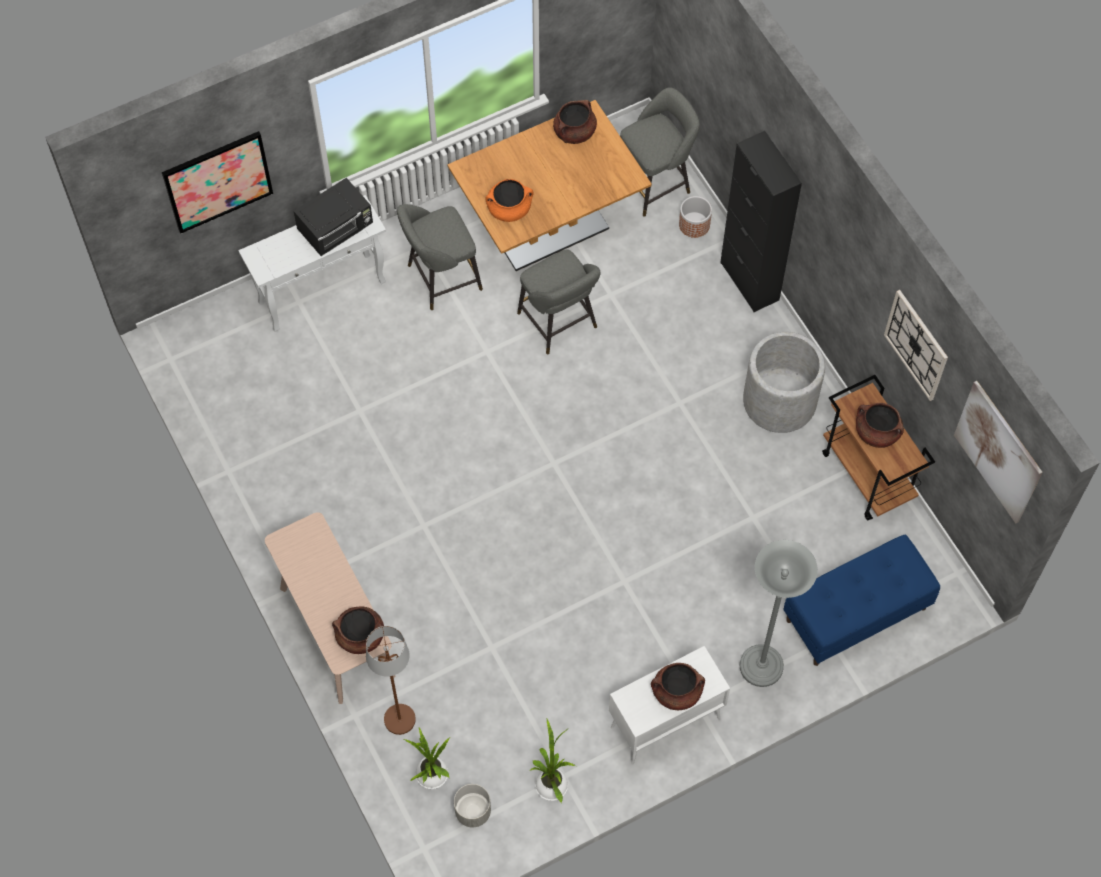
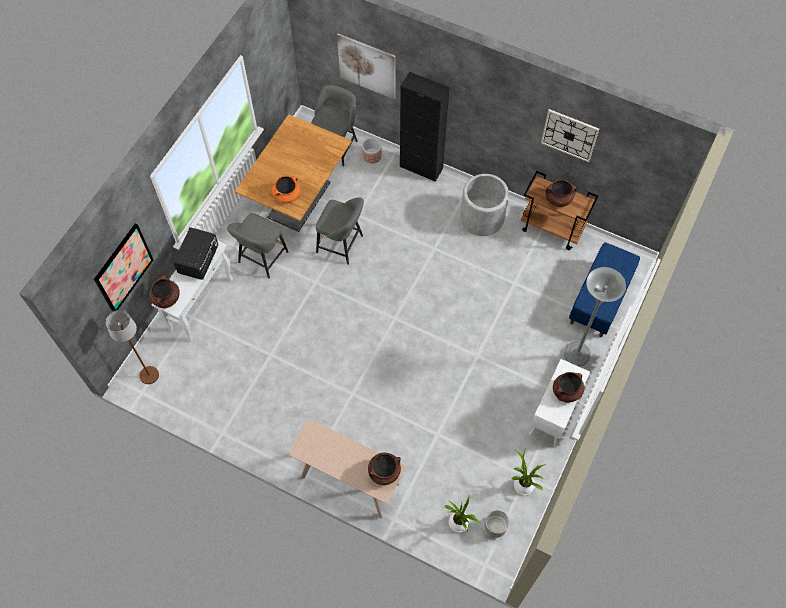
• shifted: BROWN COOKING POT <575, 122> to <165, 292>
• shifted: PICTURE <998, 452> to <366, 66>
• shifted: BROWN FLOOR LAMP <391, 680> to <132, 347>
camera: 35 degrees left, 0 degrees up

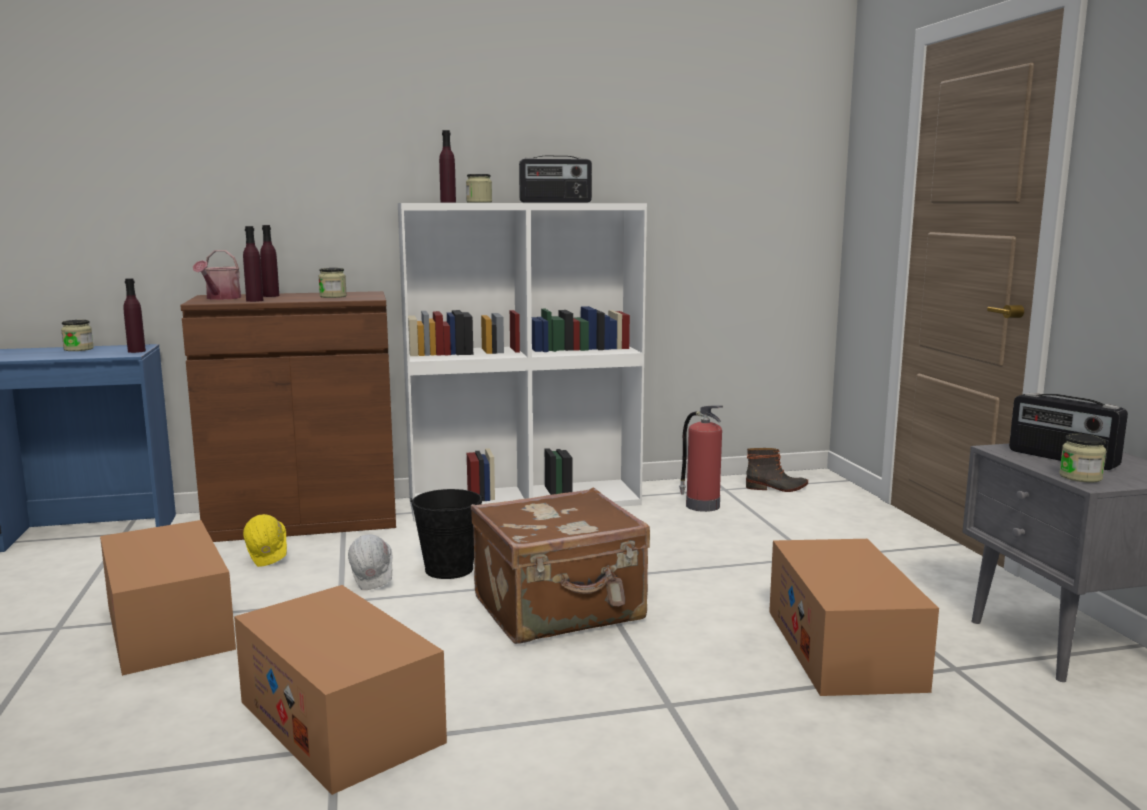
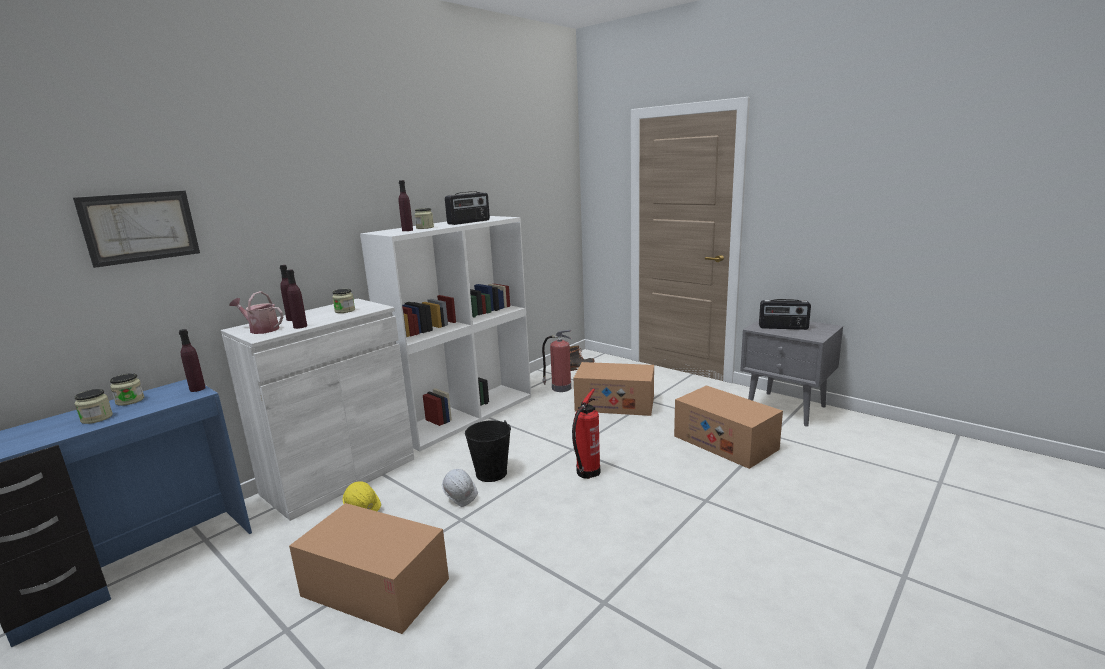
• rotated: WATERING CAN <217, 275> = <256, 312> 135 degrees clockwise
• repainted: BROWN CABINET <288, 416> to WHITE CABINET <317, 410>
• shifted: JAR <1083, 458> to <94, 406>
• swapped: BROWN SUITCASE <560, 566> to FIRE EXTINGUISHER <586, 434>
• shifted: CARDBOARD BOX <340, 690> to <614, 389>
• new: PICTURE <136, 229>
camera: 35 degrees left, 5 degrees up

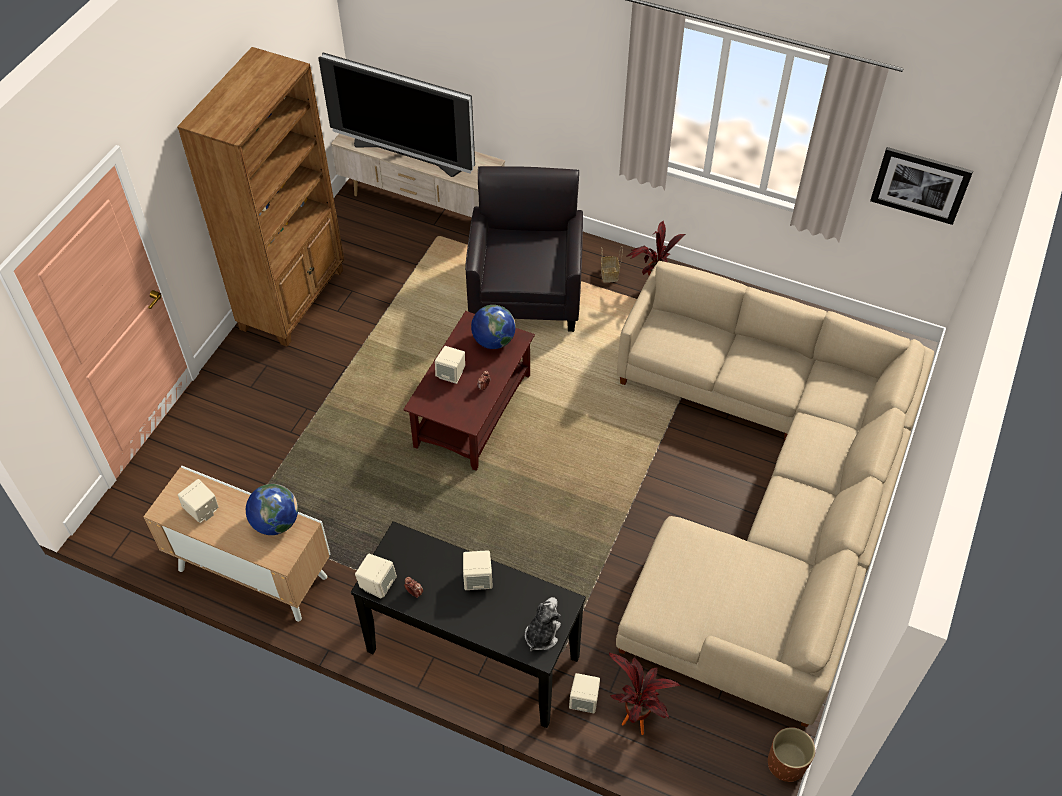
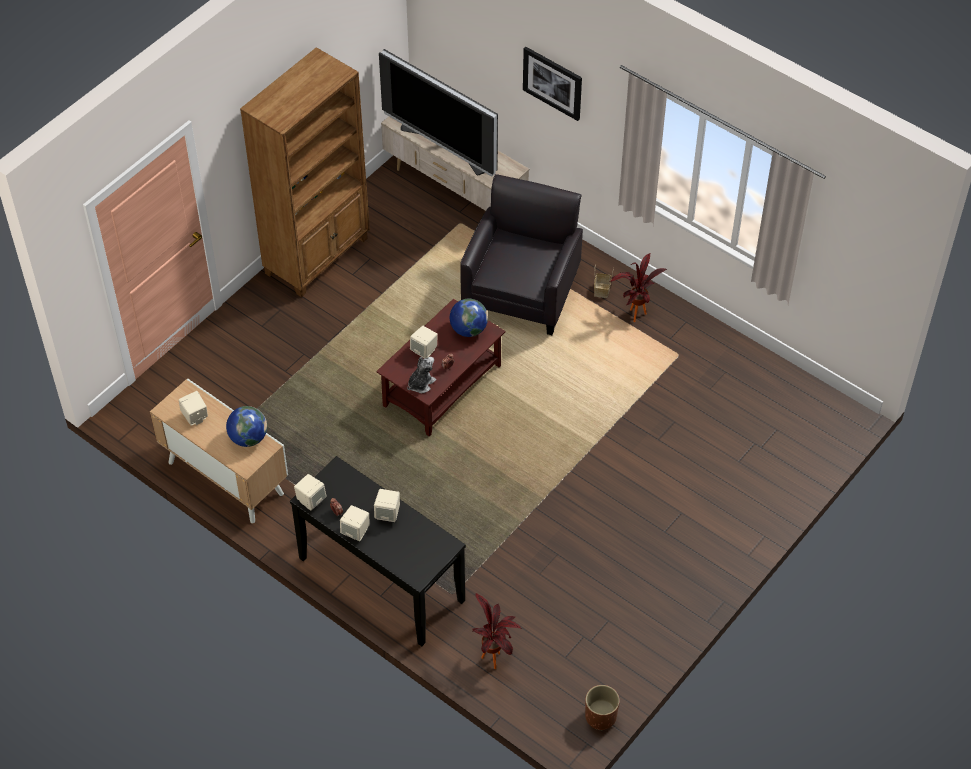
• shifted: PICTURE <921, 186> to <552, 83>
• gone: BEIGE SOFA <775, 494>
• shifted: PLUSH TOY <543, 624> to <421, 375>
• shifted: BEIGE SPEAKER <584, 693> to <354, 523>
camera: 15 degrees right, 0 degrees up

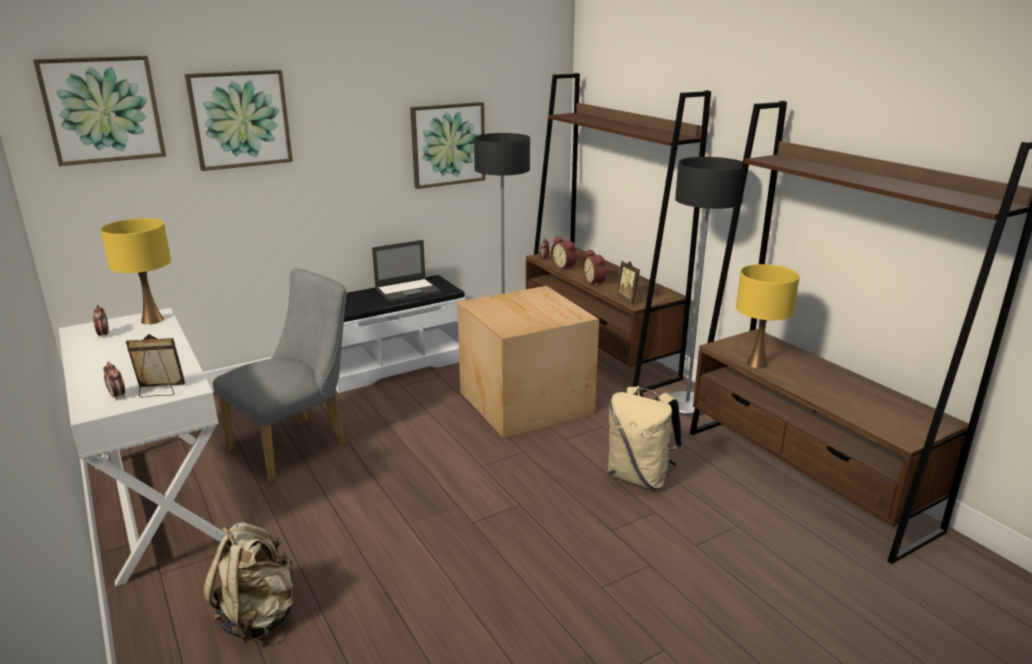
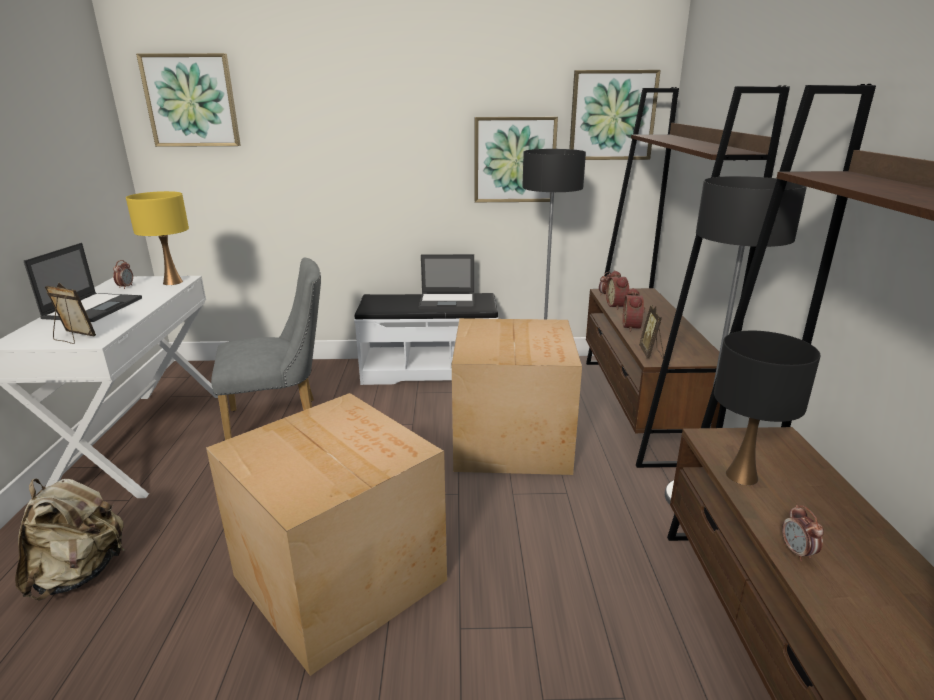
• shifted: PICTURE <239, 120> to <615, 115>
• repainted: YELLOW TABLE LAMP <768, 316> to BLACK TABLE LAMP <767, 407>
• shifted: ALARM CLOCK <114, 381> to <803, 533>
• gone: BEIGE BACKPACK <645, 438>
• new: LAPTOP <83, 282>
• new: CARDBOARD BOX <326, 534>
camera: 30 degrees right, 0 degrees up

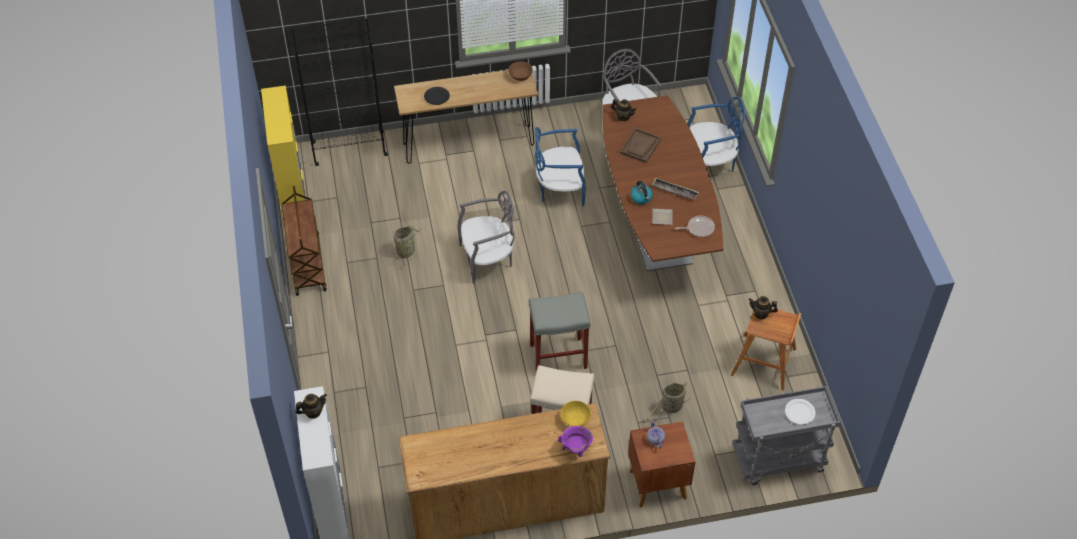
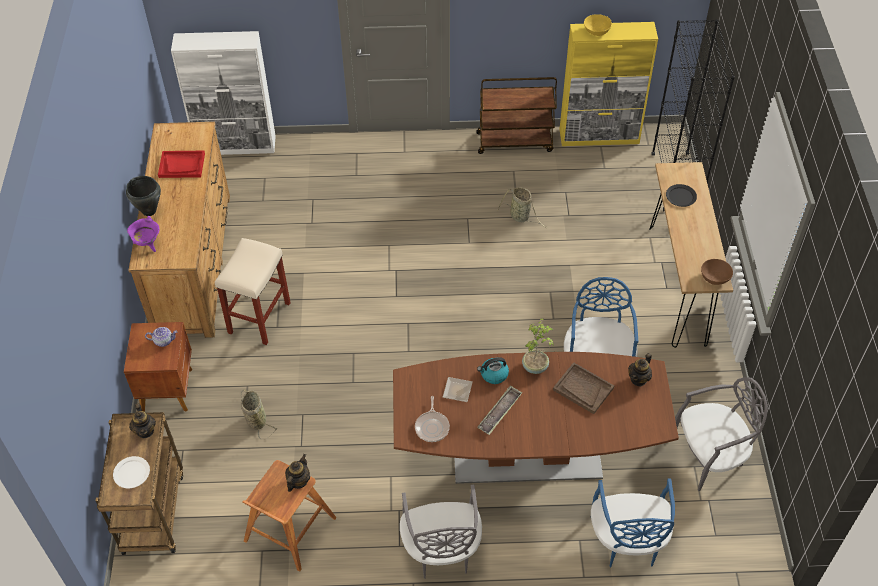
• shifted: GREY CHAIR <486, 237> to <441, 532>
• gone: GREY STOOL <559, 331>
• repainted: GREY CART <786, 435> to BROWN CART <139, 483>
• shifted: TEAPOT <311, 406> to <142, 420>
• shifted: YELLOW BOWL <576, 413> to <598, 25>
• new: RED TRAY <181, 164>
• new: BLACK COOKING POT <143, 196>
• new: POTTED PLANT <538, 346>
camera: 100 degrees right, 0 degrees up

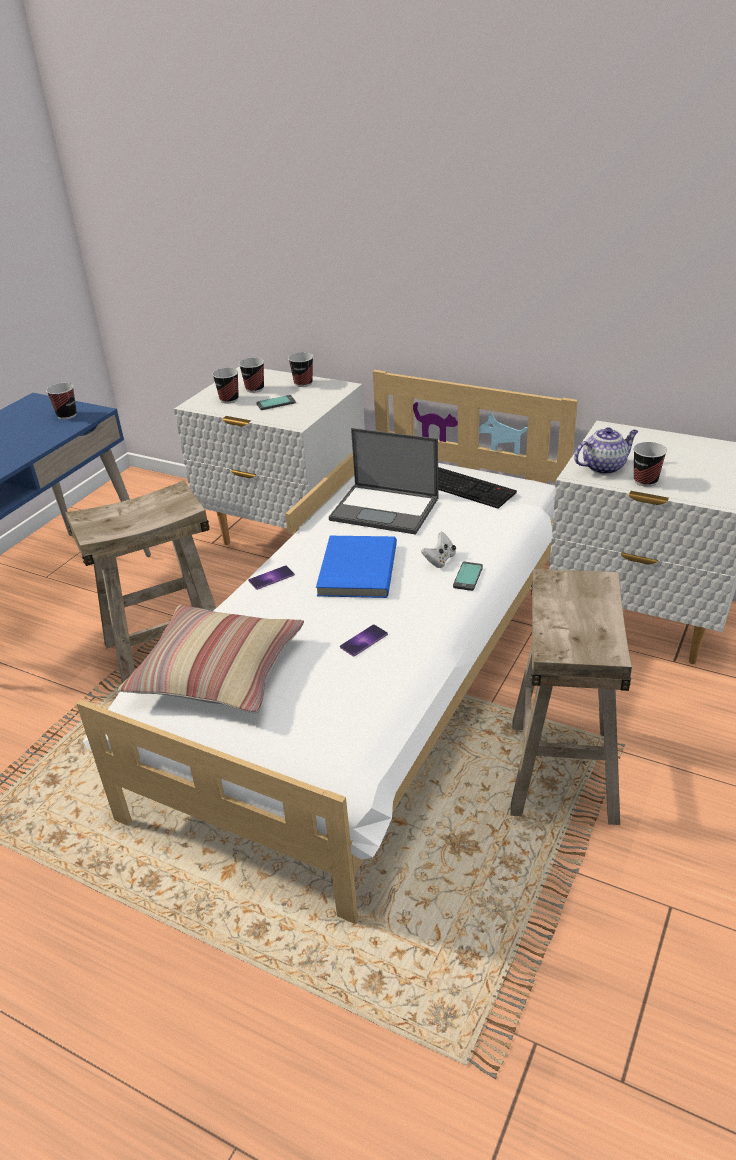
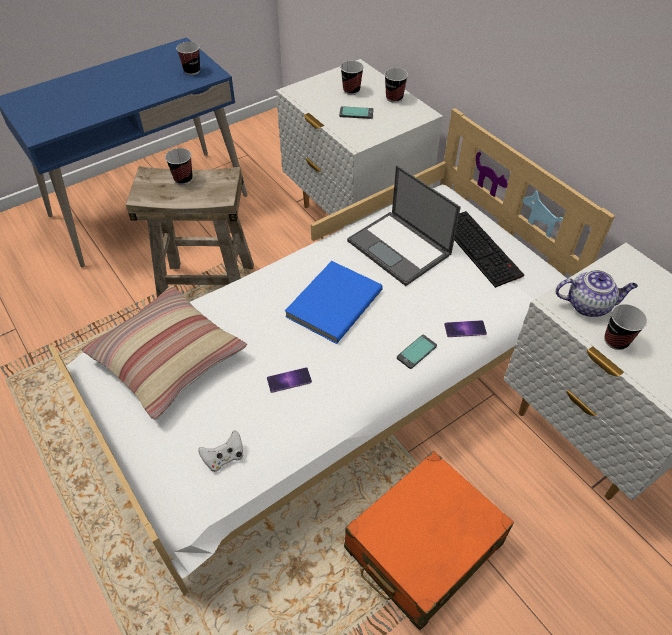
• shifted: CUP <225, 385> to <179, 166>
• shifted: WHITE GAME CONTROLLER <438, 550> to <220, 451>
• shifted: PHONE <271, 577> to <465, 328>
• swapped: BEIGE STOOL <571, 697> to ORANGE SUITCASE <429, 540>
camera: 25 degrees right, 15 degrees up

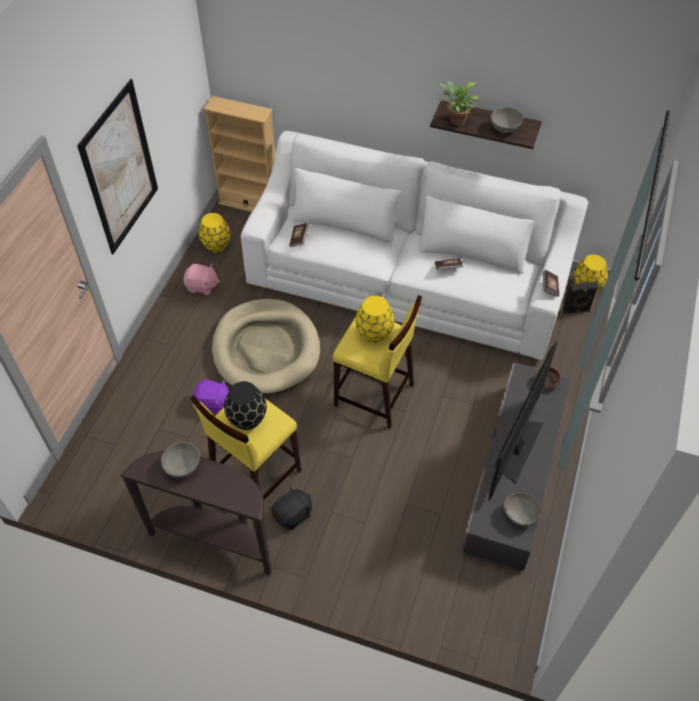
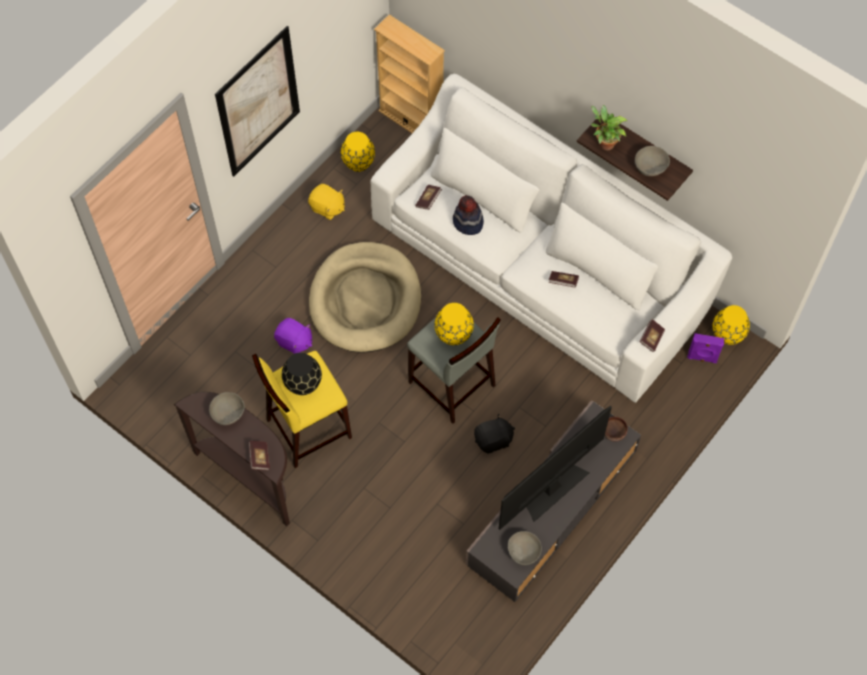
• repainted: PINK PLUSH TOY <201, 279> to YELLOW PLUSH TOY <326, 202>
• repainted: BLACK SPEAKER <581, 298> to PURPLE SPEAKER <705, 348>
• repainted: YELLOW STOOL <377, 362> to GREY STOOL <454, 370>
• shifted: BLACK PLUSH TOY <291, 507> to <494, 433>
• new: HAT <468, 215>
• new: BOOK <259, 455>
camera: 20 degrees right, 10 degrees up

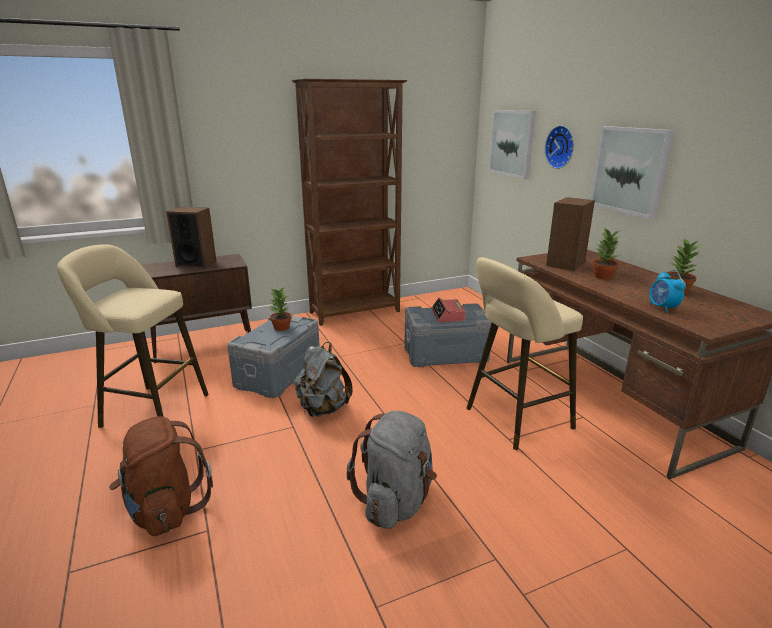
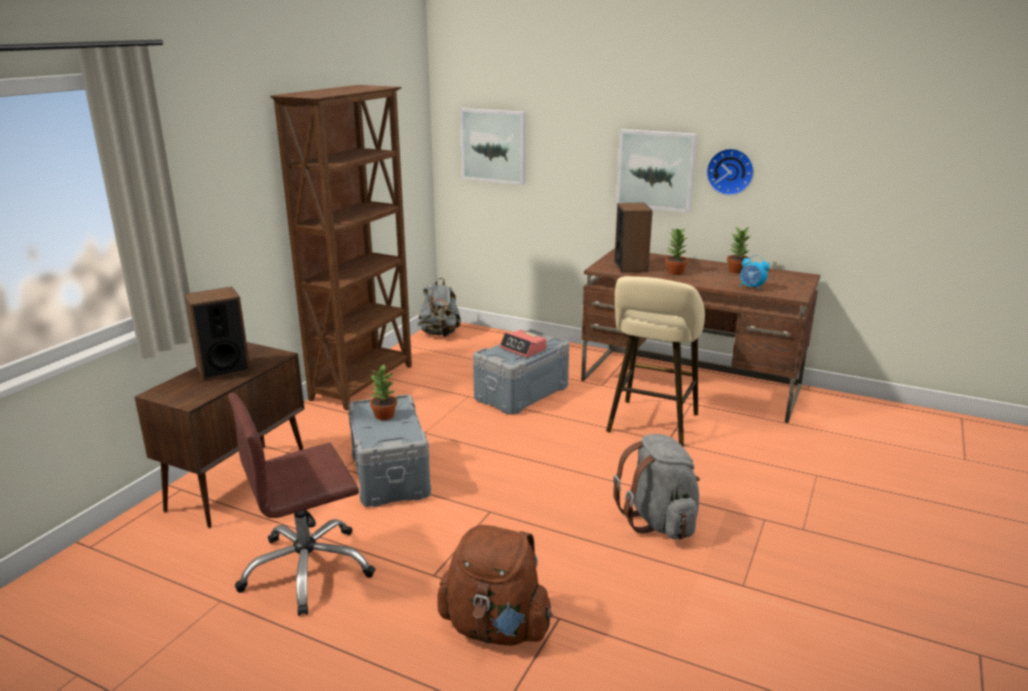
• shifted: WALL CLOCK <559, 147> to <730, 172>
• swapped: BEIGE STOOL <133, 336> to BROWN OFFICE CHAIR <301, 504>
• shifted: GREY BACKPACK <323, 379> to <439, 307>
camera: 40 degrees left, 0 degrees up

